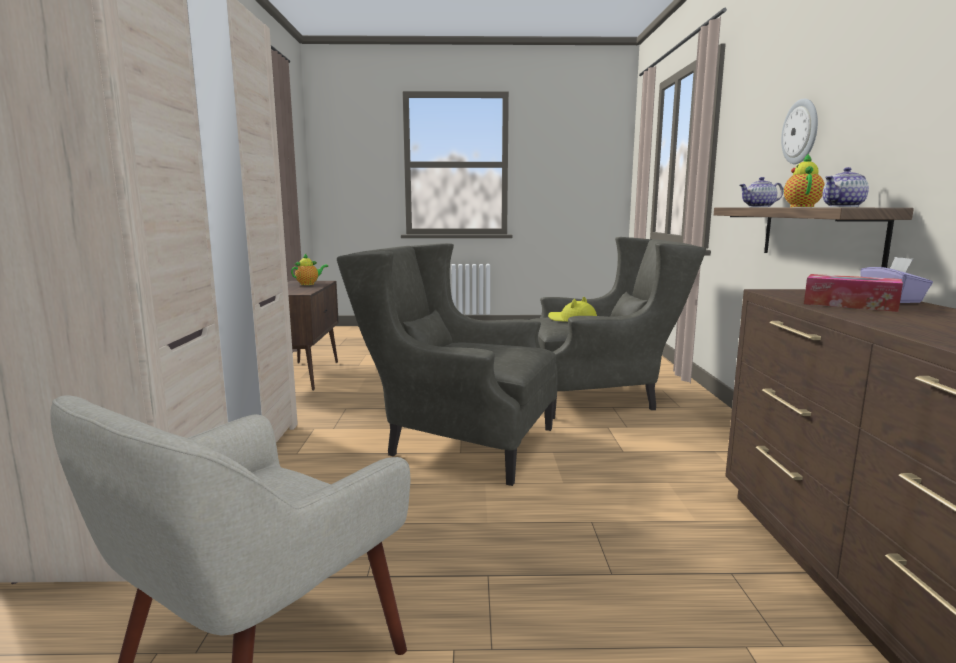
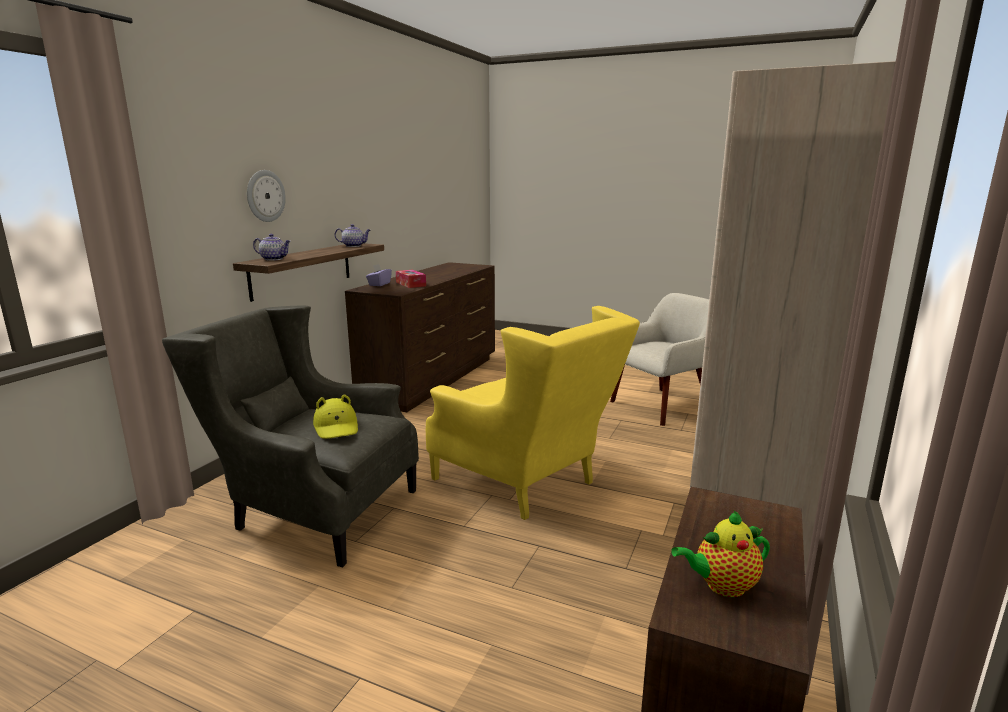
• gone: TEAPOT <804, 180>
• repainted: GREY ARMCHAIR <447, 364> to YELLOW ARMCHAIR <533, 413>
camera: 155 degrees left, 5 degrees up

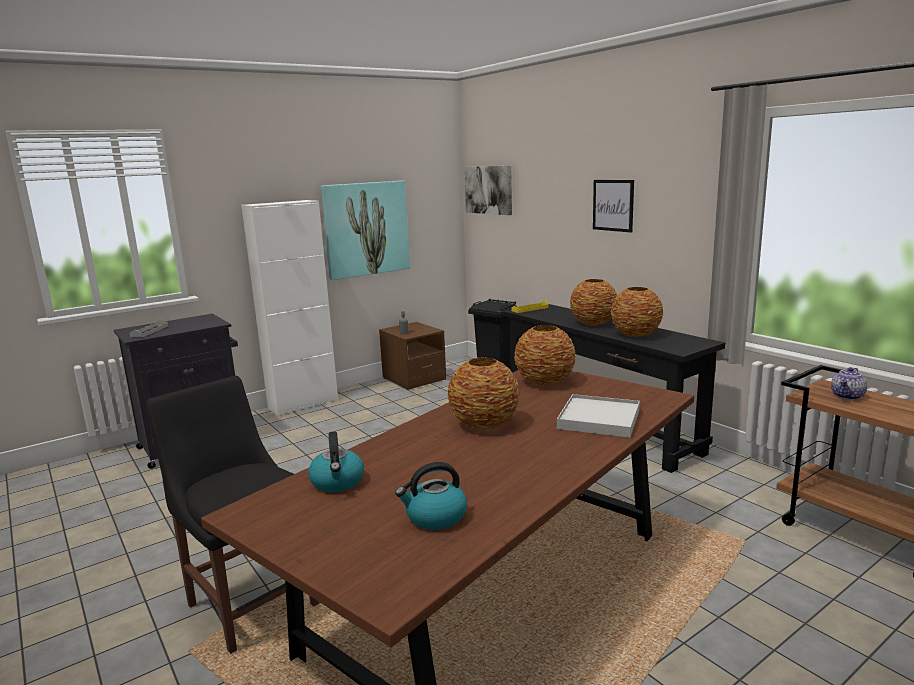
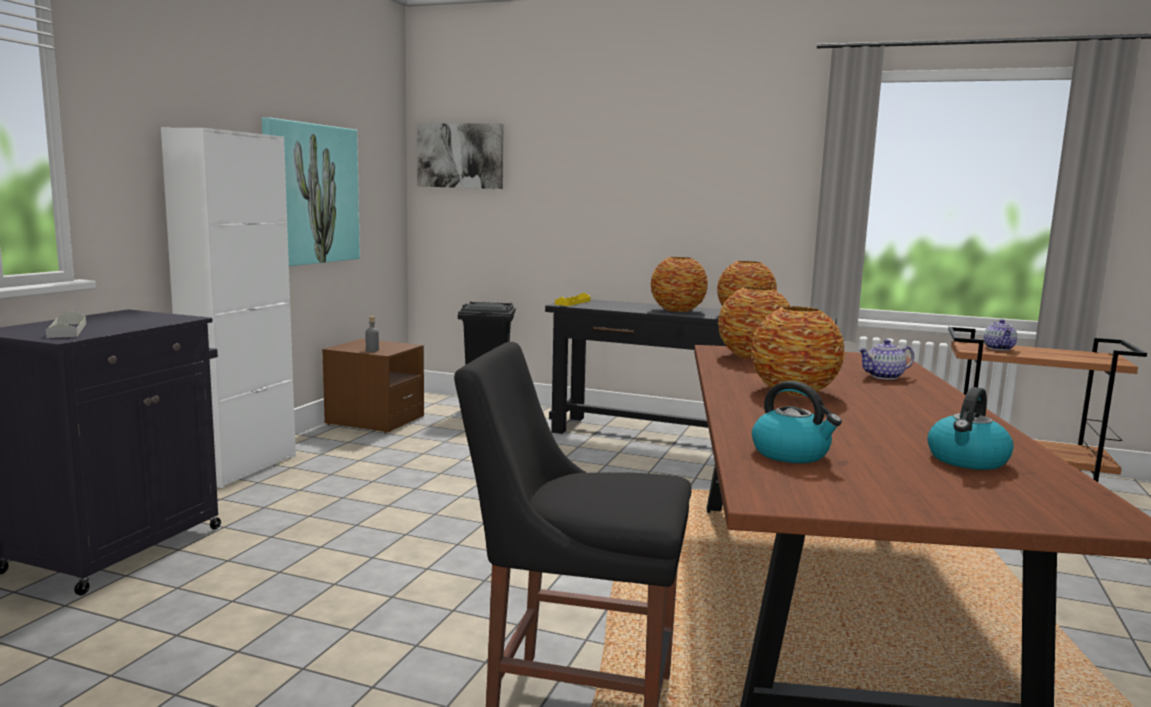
• gone: PICTURE <613, 206>
• swapped: WHITE TRAY <598, 416> to TEAPOT <886, 359>
camera: 35 degrees left, 5 degrees down

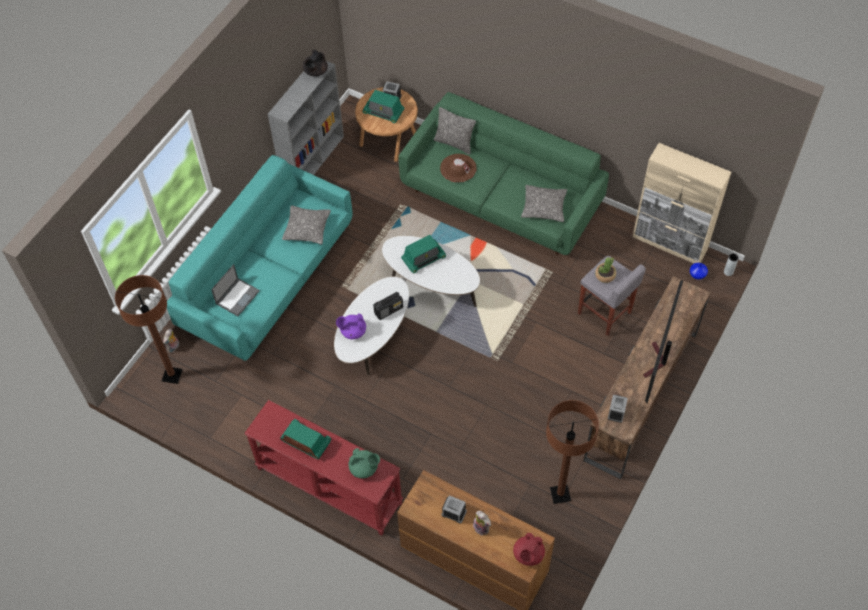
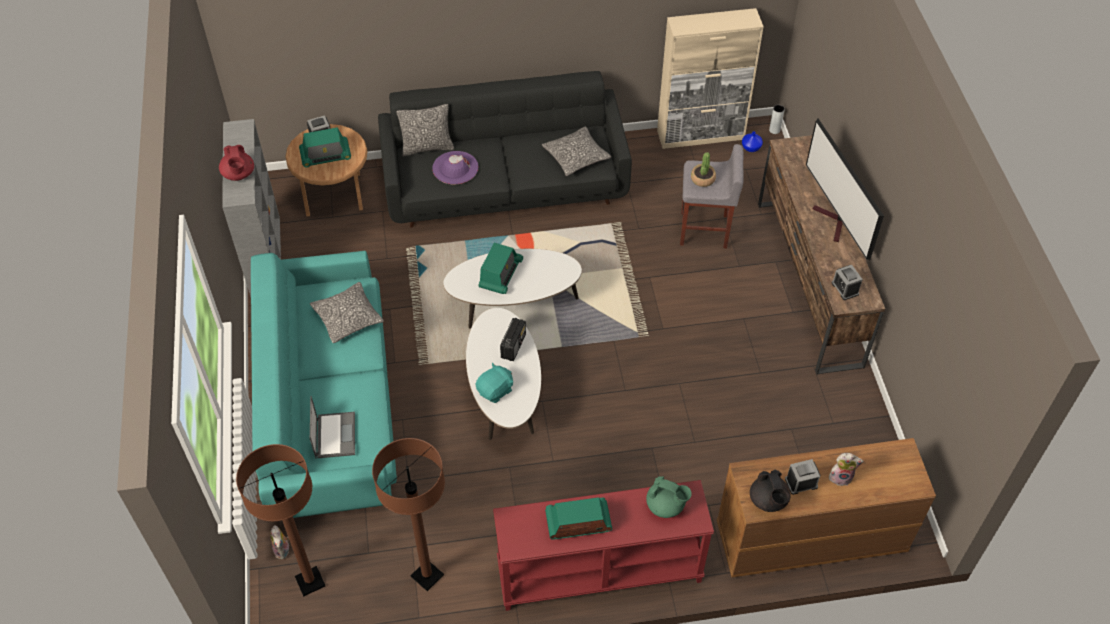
• shifted: BLACK TEAPOT <315, 63> to <770, 491>
• repainted: GREEN SOFA <504, 173> to BLACK SOFA <505, 149>
• repainted: BROWN HAT <458, 168> to PURPLE HAT <455, 167>
• swapped: PURPLE TEAPOT <351, 326> to TURQUOISE PLUSH TOY <494, 382>
• shifted: BROWN FLOOR LAMP <572, 452> to <408, 514>
• rotated: GREEN TEAPOT <364, 463> = <669, 497> 45 degrees clockwise
• shifted: RED TEAPOT <529, 549> to <236, 163>
camera: 40 degrees left, 5 degrees down

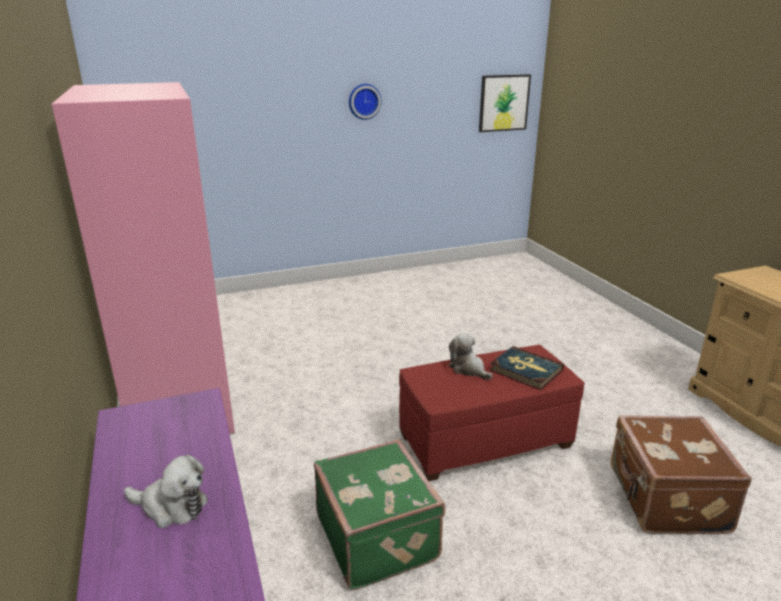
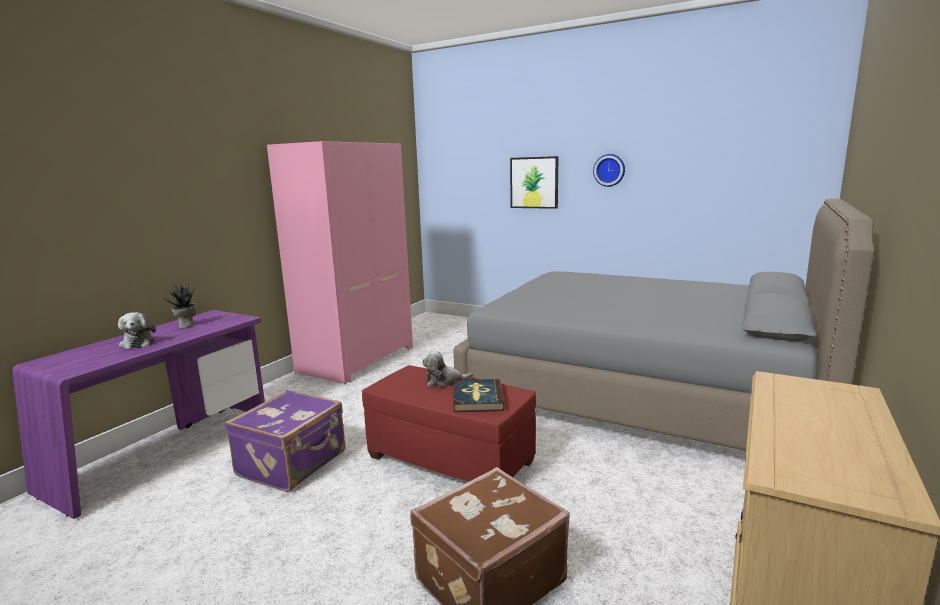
• shifted: PICTURE <505, 103> to <534, 182>
• rotated: PLUSH TOY <471, 356> = <447, 369> 105 degrees counterclockwise
• repainted: GREEN SUITCASE <379, 514> to PURPLE SUITCASE <285, 441>
• new: GREY BED <663, 325>
• new: POTTED PLANT <178, 304>
camera: 50 degrees right, 10 degrees down

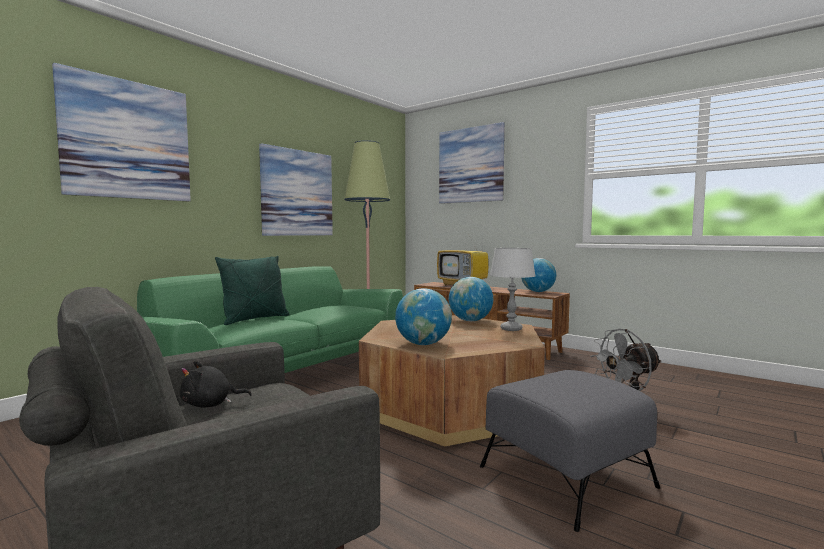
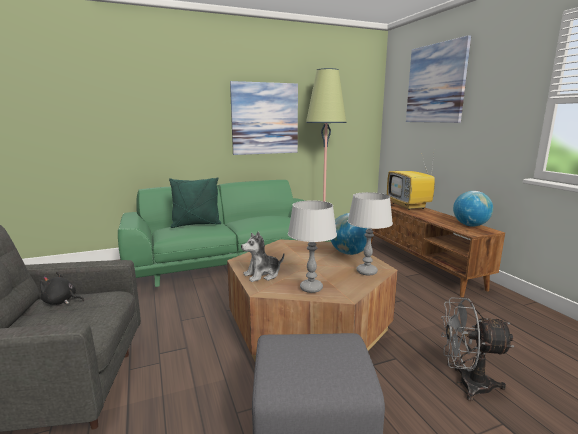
• gone: PICTURE <121, 132>
• swapped: GLOBE <423, 316> to PLUSH TOY <262, 256>
• new: GREY TABLE LAMP <312, 246>
camera: 30 degrees right, 10 degrees up

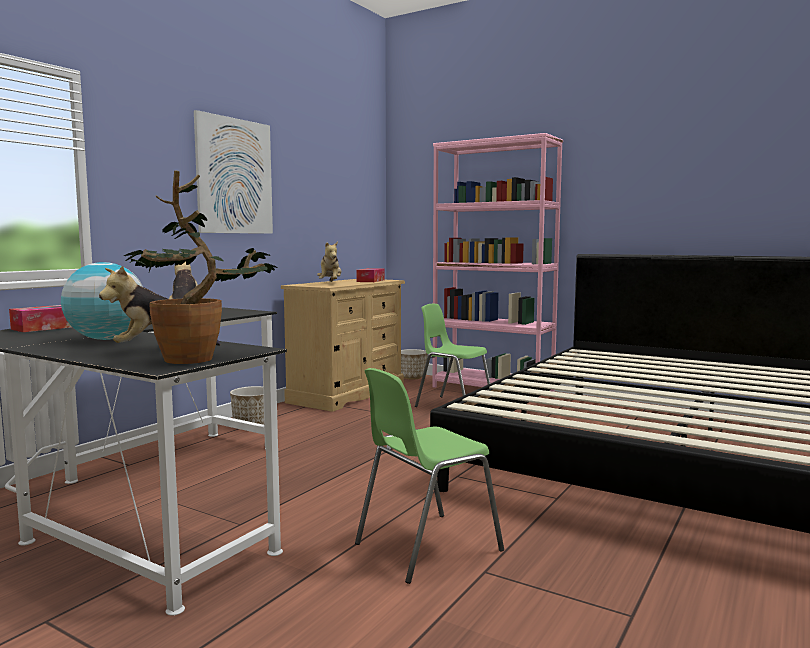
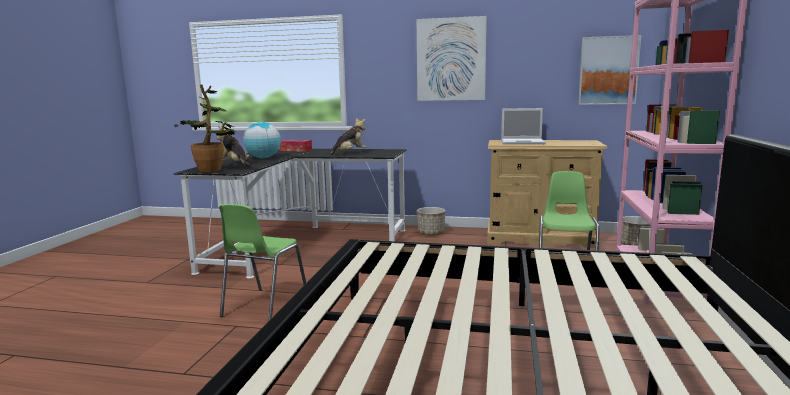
• swapped: PLUSH TOY <329, 261> to LAPTOP <523, 126>
• gone: TISSUE BOX <370, 275>
• rotated: GREEN CHAIR <429, 476> = <262, 262> 105 degrees counterclockwise
• new: PICTURE <609, 70>
camera: 70 degrees right, 5 degrees up

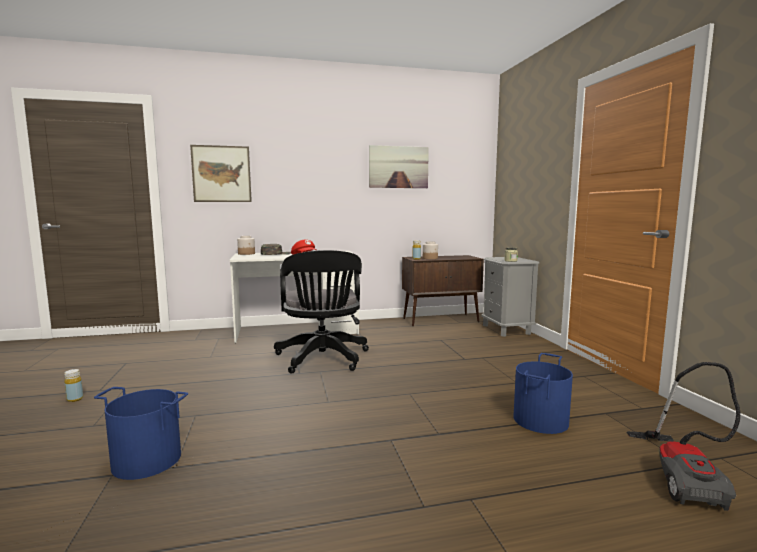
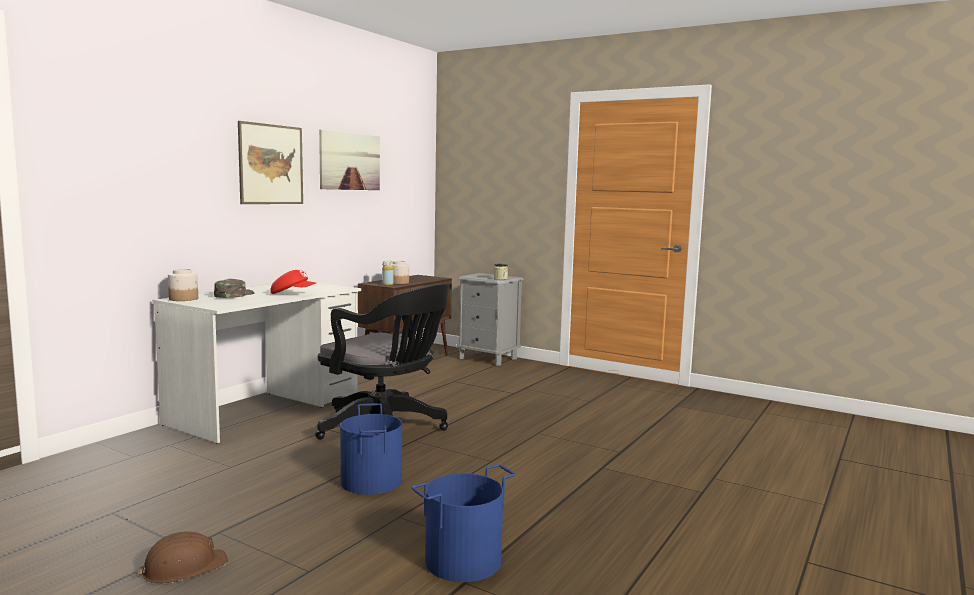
• shifted: PICTURE <221, 173> to <270, 162>
• shifted: BLUE BUCKET <543, 393> to <371, 449>
• gone: VACUUM CLEANER <684, 436>
• swapped: YELLOW BOTTLE <73, 385> to BROWN HARD HAT <182, 558>
camera: 45 degrees left, 0 degrees up

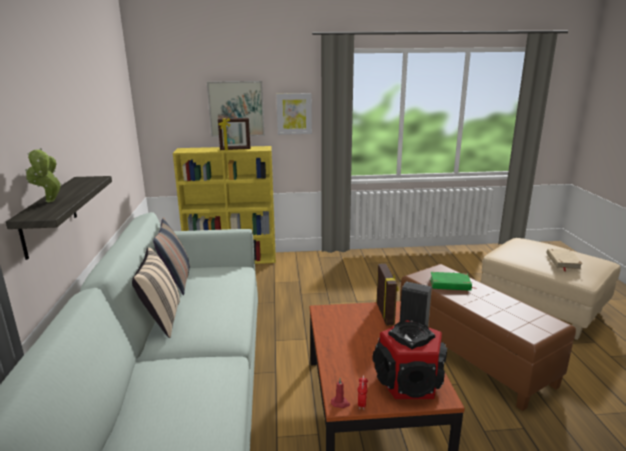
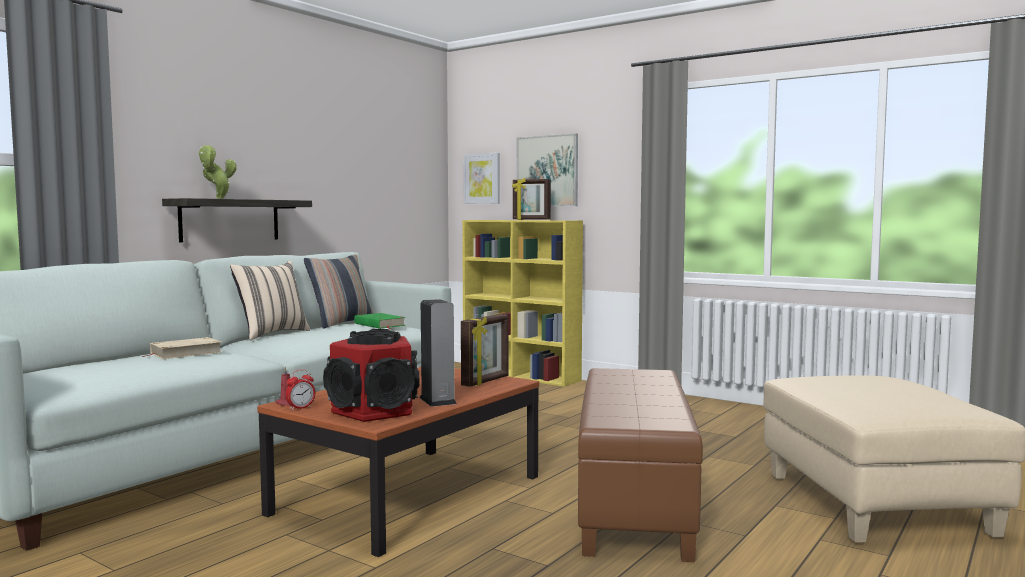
• shifted: PICTURE <294, 114> to <481, 178>
• shifted: BEIGE BOOK <565, 260> to <182, 348>
• shifted: GREEN BOOK <453, 281> to <380, 321>
camera: 40 degrees right, 15 degrees down

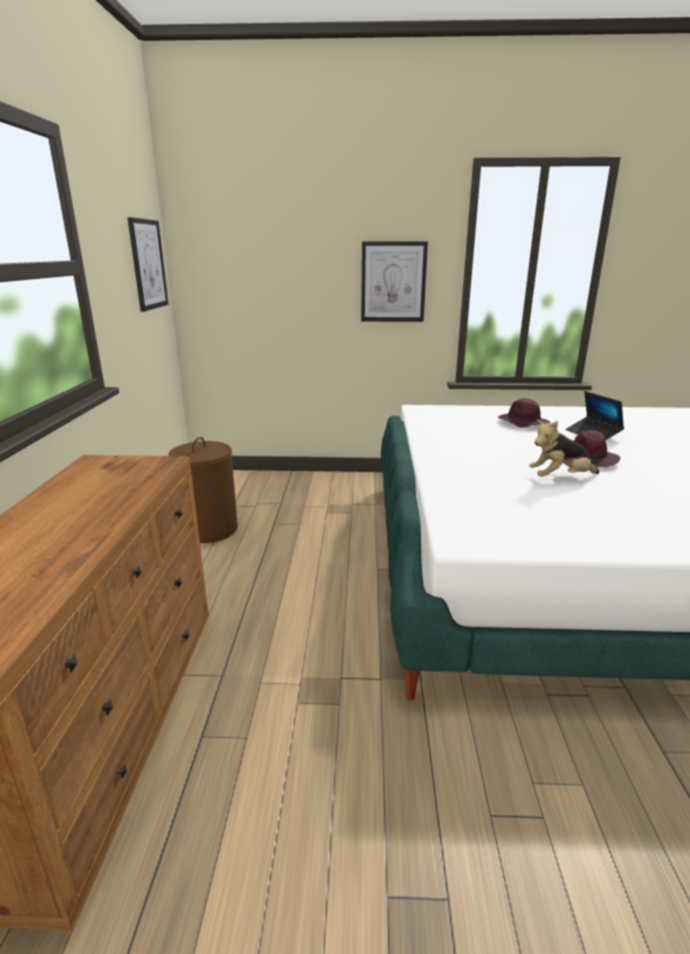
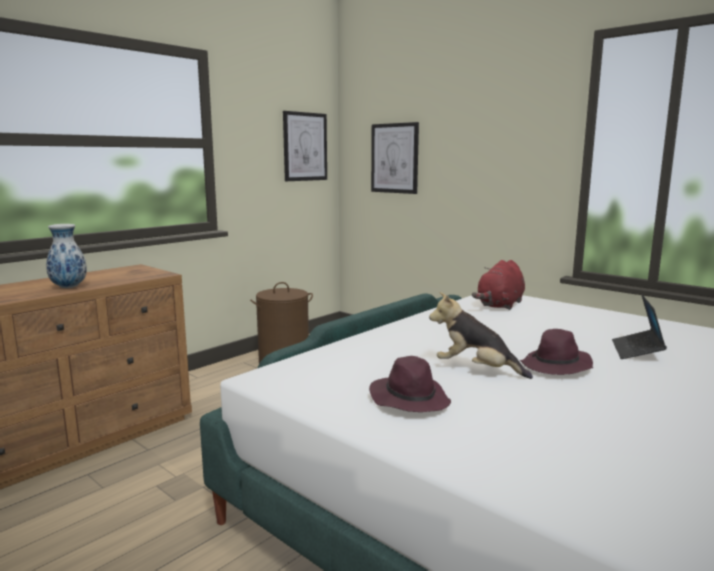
• shifted: PICTURE <394, 281> to <395, 158>
• shifted: PURPLE HAT <524, 413> to <410, 384>
• new: VASE <66, 256>
• new: RED PLUSH TOY <498, 285>
camera: 40 degrees right, 10 degrees down

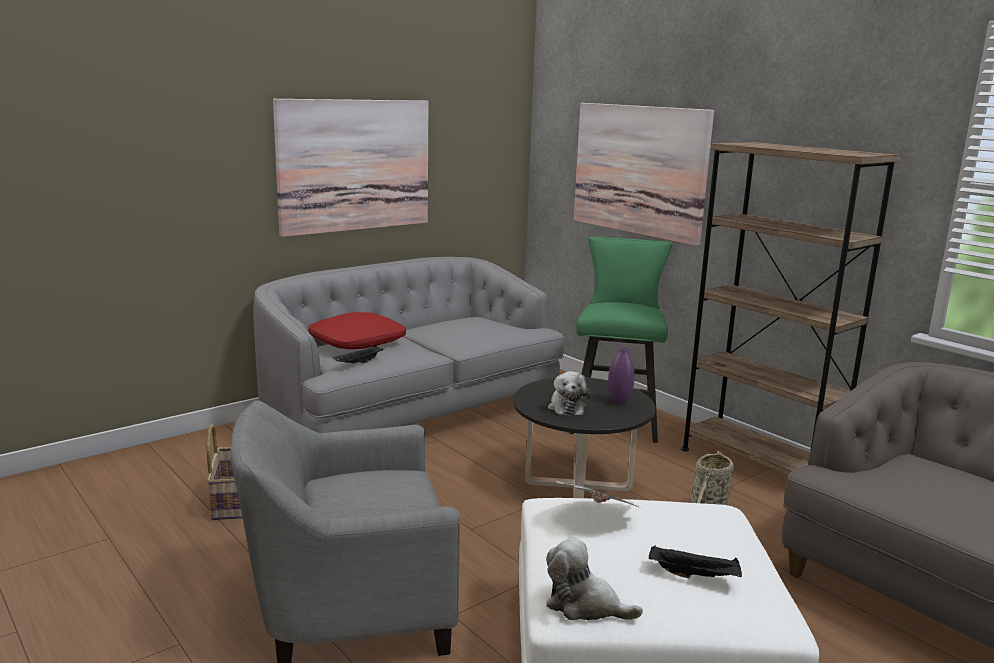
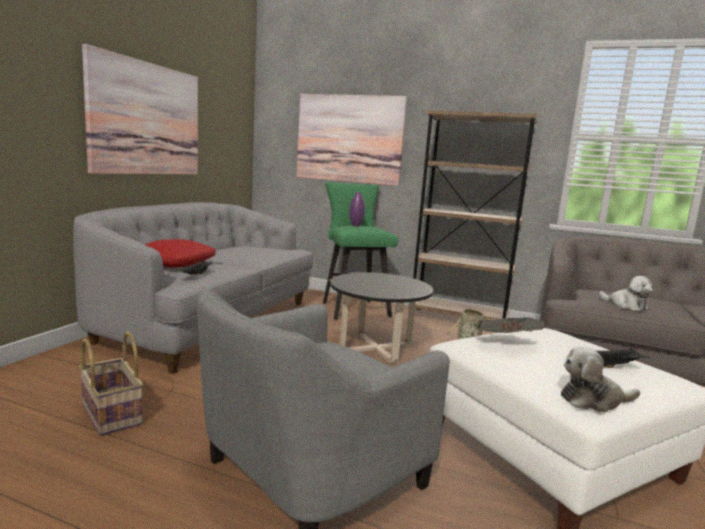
• shifted: PURPLE VASE <621, 376> to <357, 209>
• shifted: PLUSH TOY <569, 393> to <626, 293>
camera: 30 degrees left, 5 degrees down

